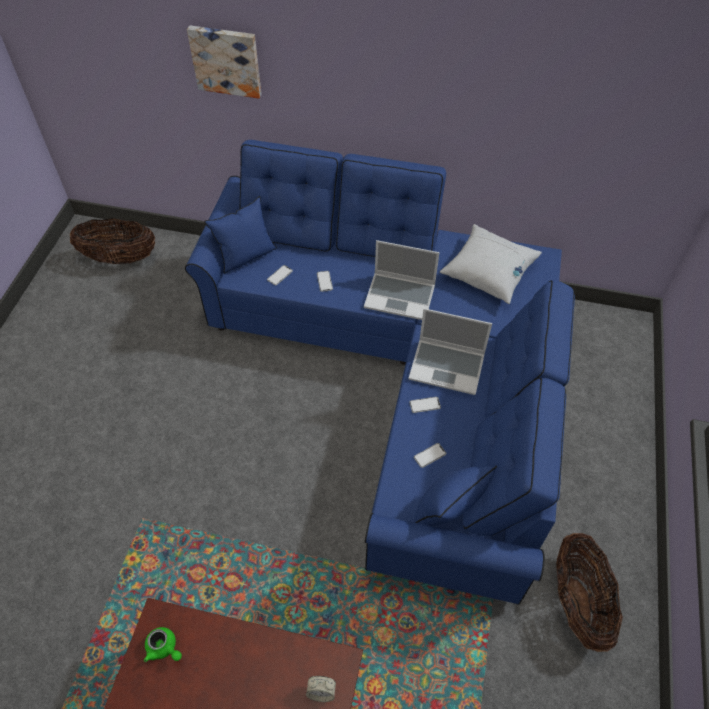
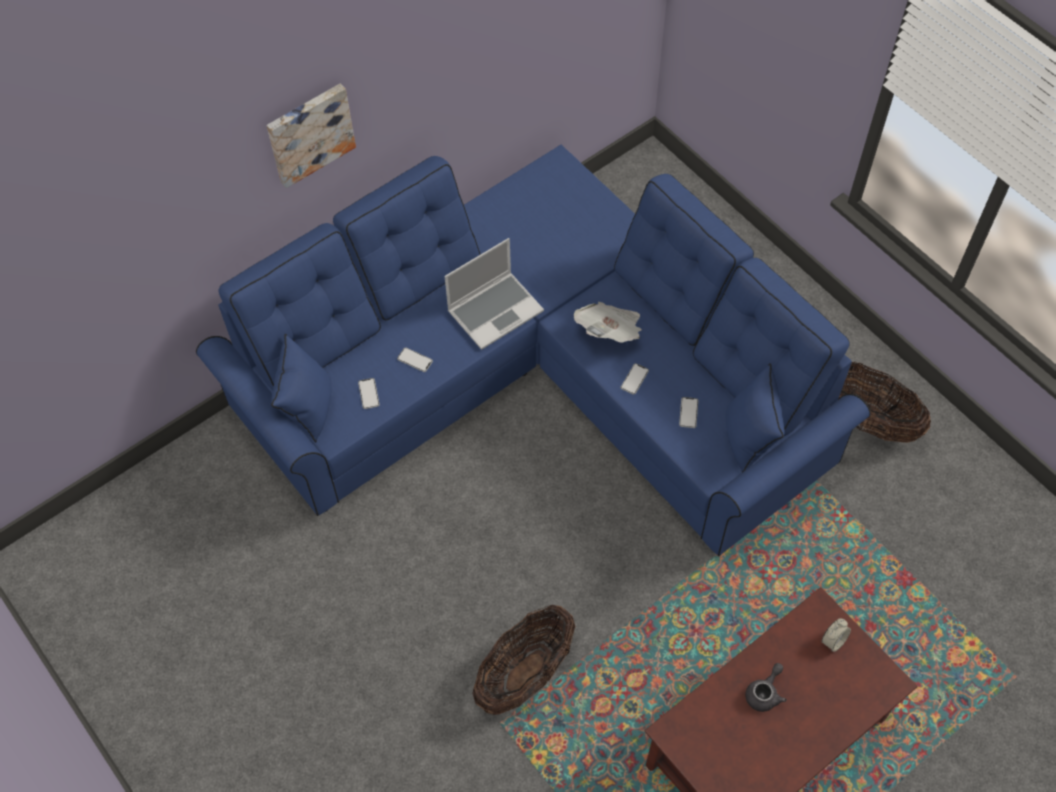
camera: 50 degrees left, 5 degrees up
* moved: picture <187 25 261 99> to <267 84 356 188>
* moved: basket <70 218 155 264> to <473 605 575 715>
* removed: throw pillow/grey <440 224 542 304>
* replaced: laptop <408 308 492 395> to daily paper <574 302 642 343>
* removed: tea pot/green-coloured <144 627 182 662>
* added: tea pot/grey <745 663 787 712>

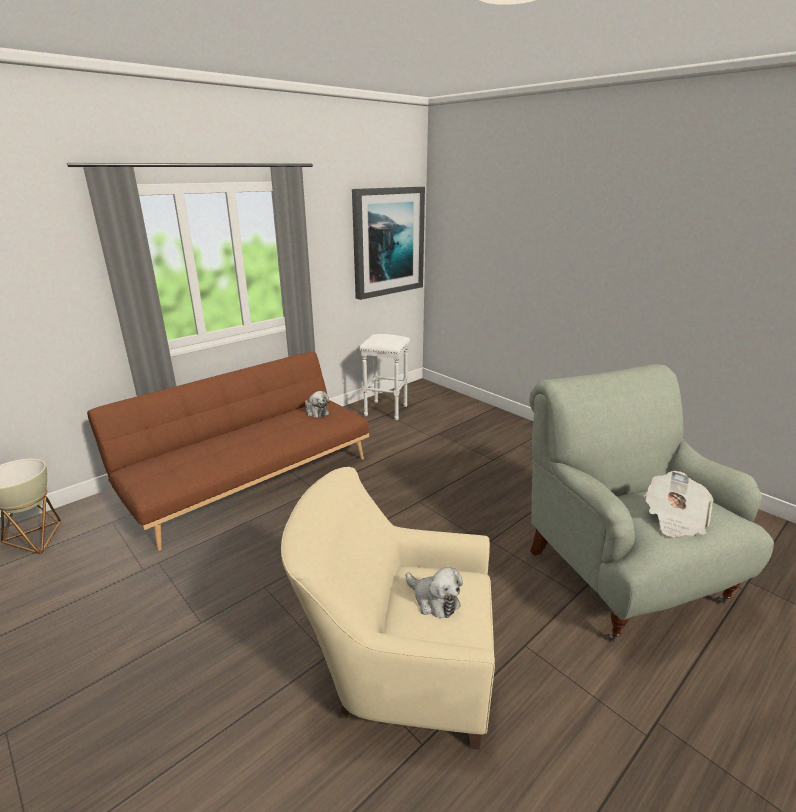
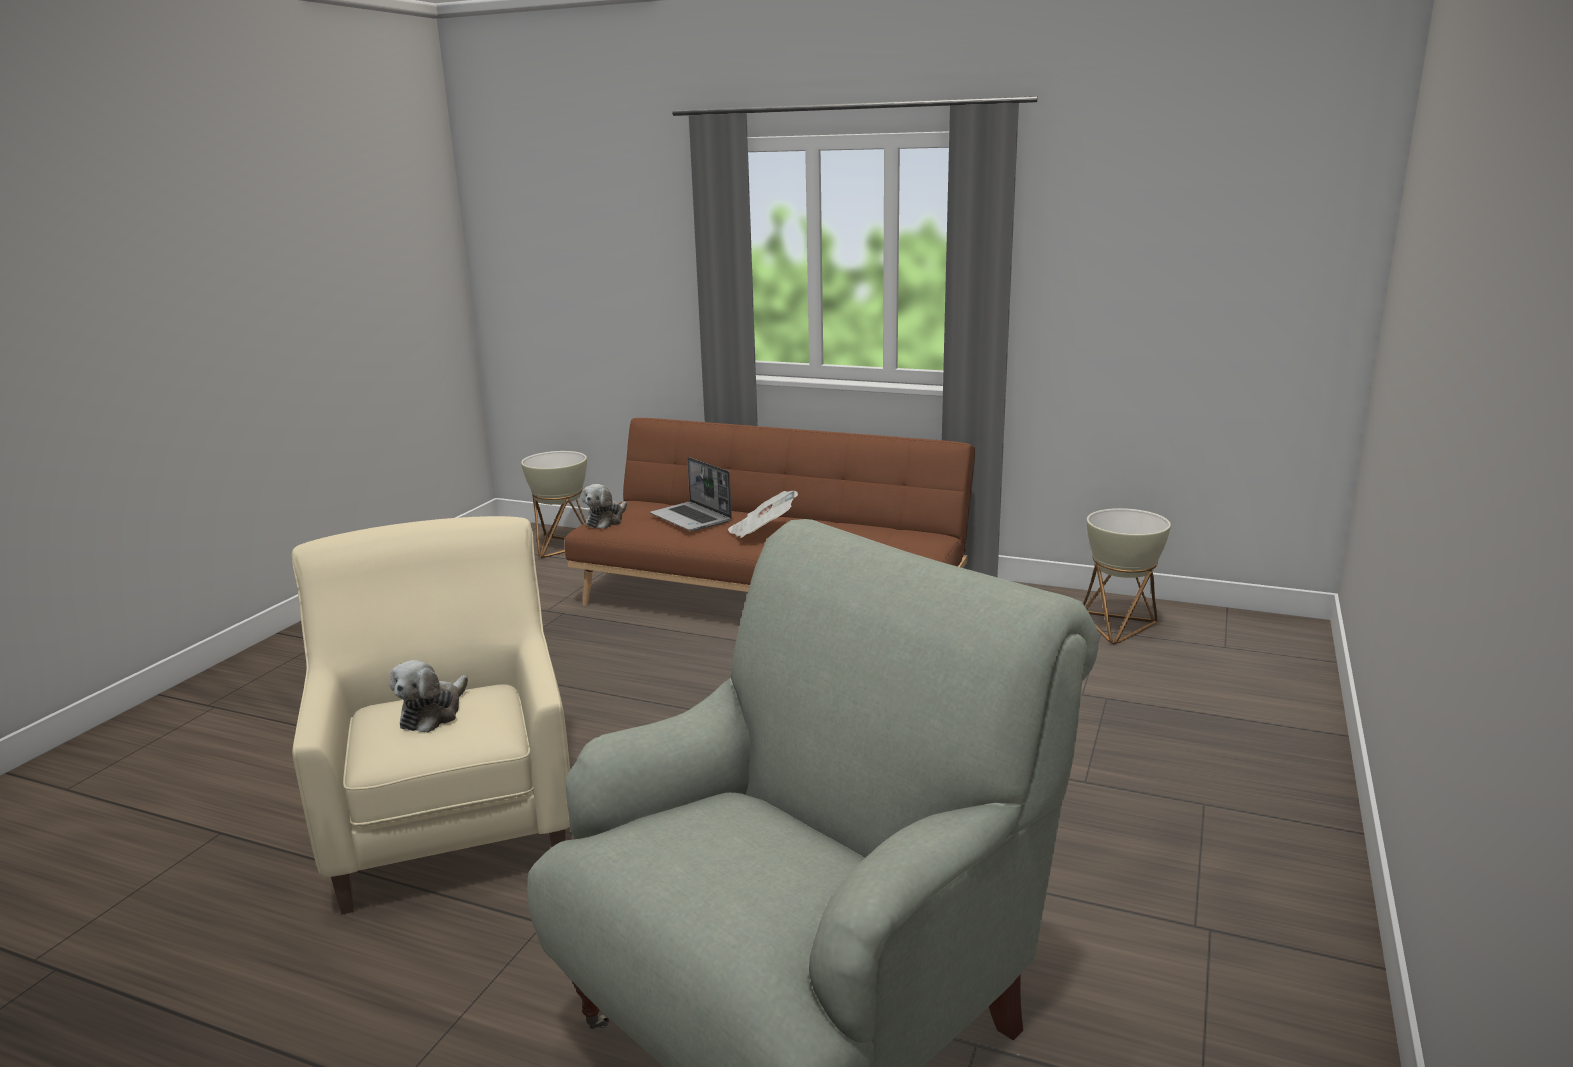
camera: 65 degrees right, 5 degrees down
* removed: picture <352 187 425 300>
* replaced: sitting stool/white <360 334 410 420> to flower pot <1083 508 1171 644>
* moved: cuddly toy <305 391 330 418> to <582 484 627 529>
* moved: daily paper <644 471 714 537> to <728 491 798 538>
* added: laptop <650 457 732 531>

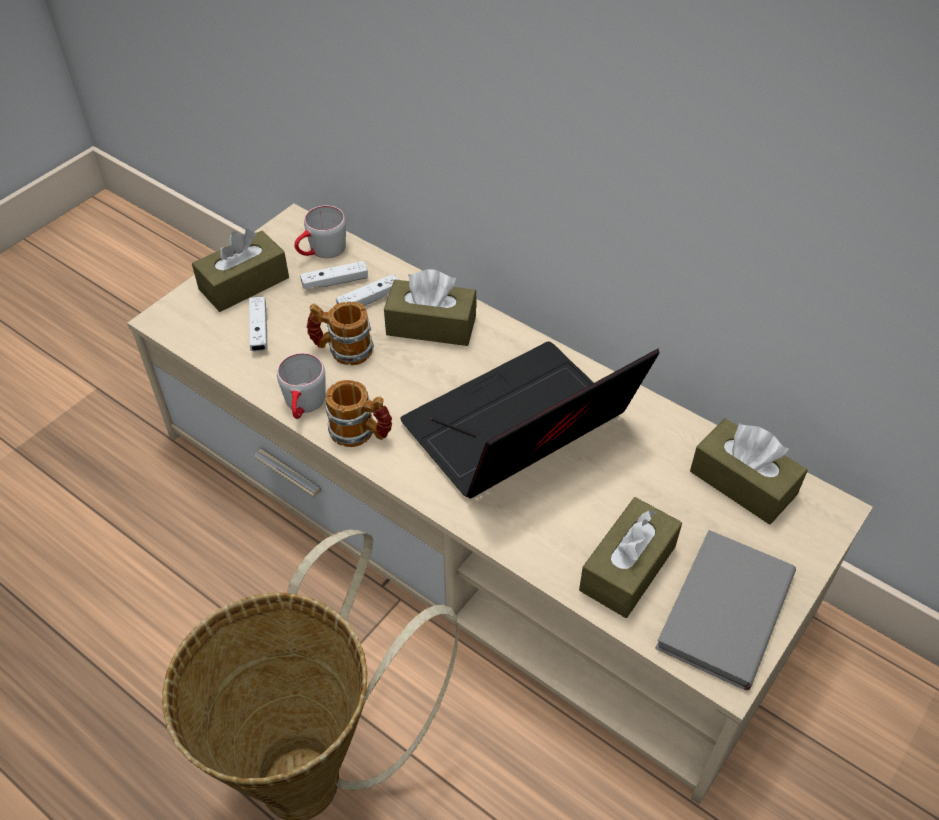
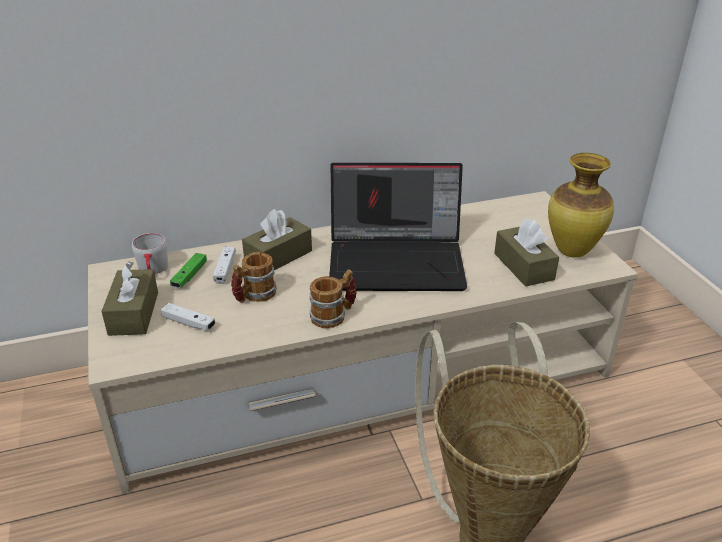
camera: 55 degrees left, 15 degrees down
* recoloured: gamepad/white <300 261 368 289> to gamepad/green-coloured <170 253 207 288>
* turned: laptop <400 342 659 499> = <329 163 467 291> 90 degrees counterclockwise
* removed: mug/grey <277 353 326 419>
* removed: box of tissues/brown-coloured <690 419 808 524>
* replaced: book/grey <655 530 796 690> to decorative vase <548 153 614 258>

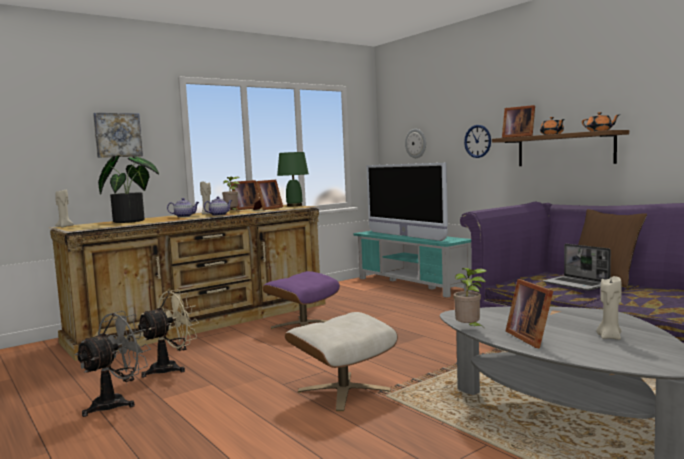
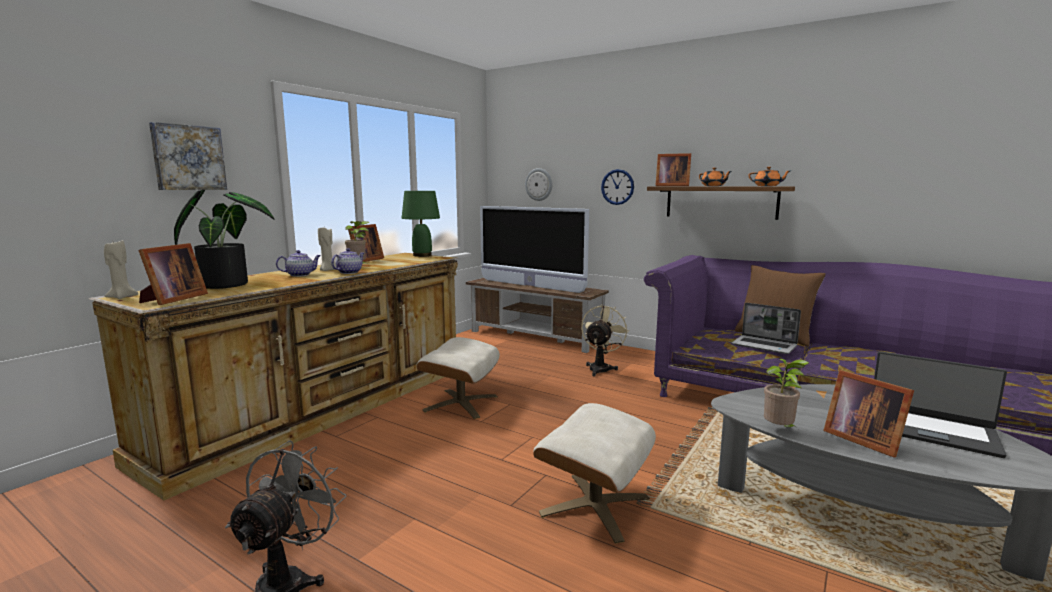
camera: 20 degrees left, 5 degrees up
* moved: photo frame <253 180 283 210> to <138 243 208 305>
* recoloured: tv stand/blue-green <353 231 472 298> to tv stand/brown-coloured <466 278 609 353>
* recoloured: footrest/purple <263 271 340 329> to footrest/sand-coloured <417 337 500 419>
* replaced: candle/sand-coloured <596 276 622 340> to laptop <874 351 1007 458>
* moved: electric fan/sand-coloured <137 289 199 378> to <581 305 629 376>

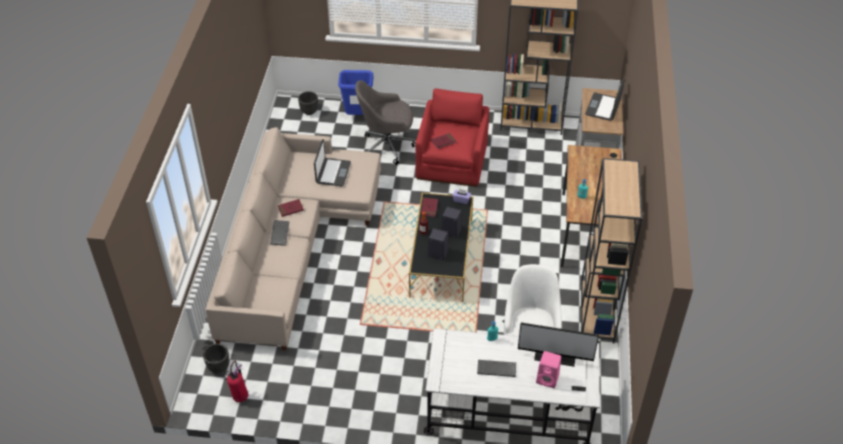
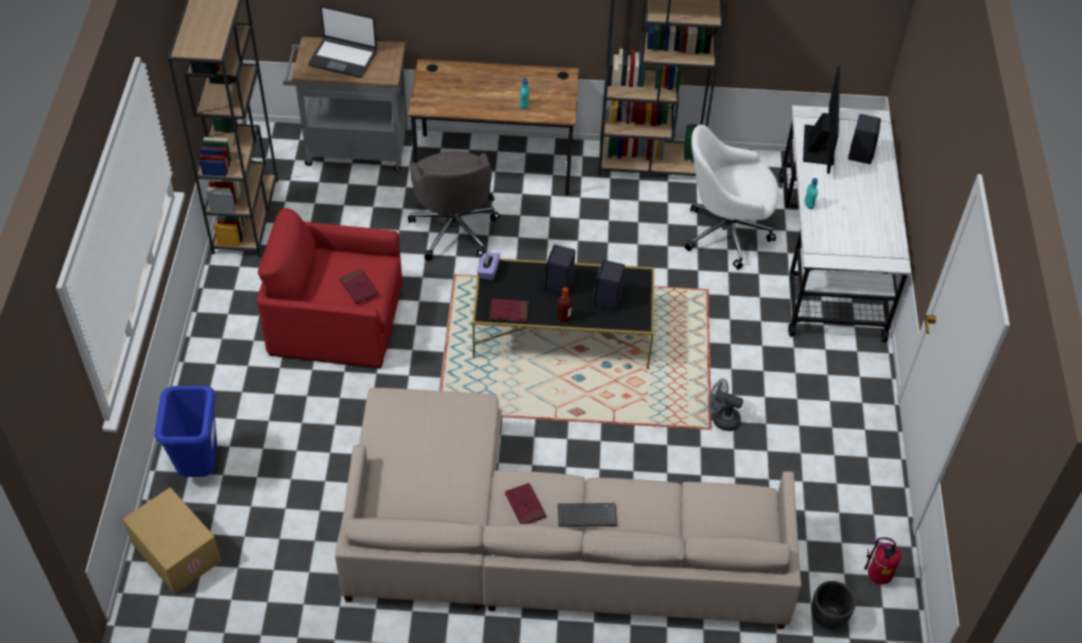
camera: 95 degrees left, 5 degrees up
* moved: office chair/grey <355 80 416 165> to <408 152 500 260>
* replaced: flower pot/black <298 91 318 115> to packing box <123 487 221 594>
* removed: laptop <314 139 351 186>
* recoloured: loudspeaker/pinkish <536 351 561 388> to loudspeaker/black <848 114 881 164>
* removed: PC keyboard <477 360 516 377>
* added: electric fan/grey <708 379 743 431>

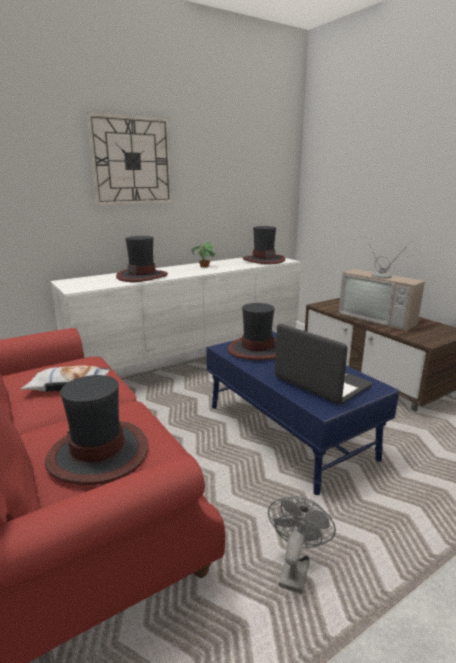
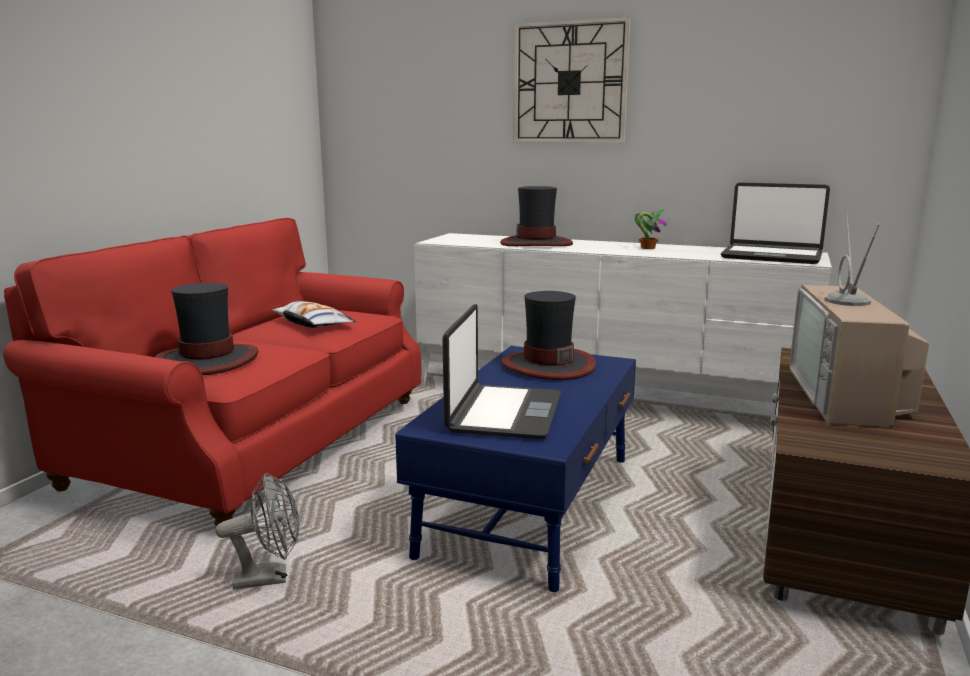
camera: 55 degrees right, 5 degrees down
* replaced: hat <243 226 285 264> to laptop <721 182 830 264>

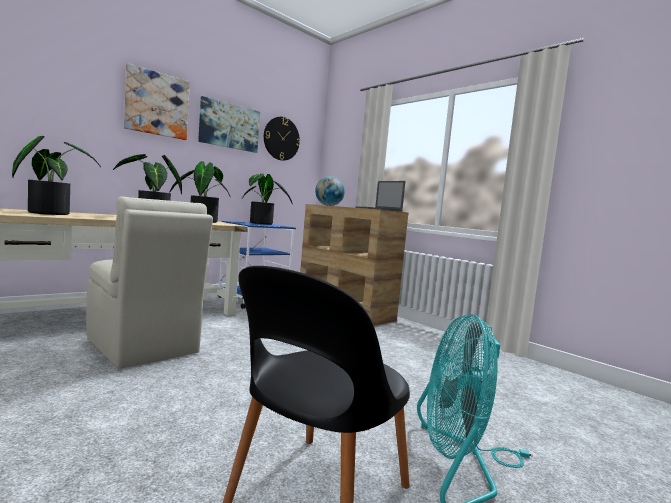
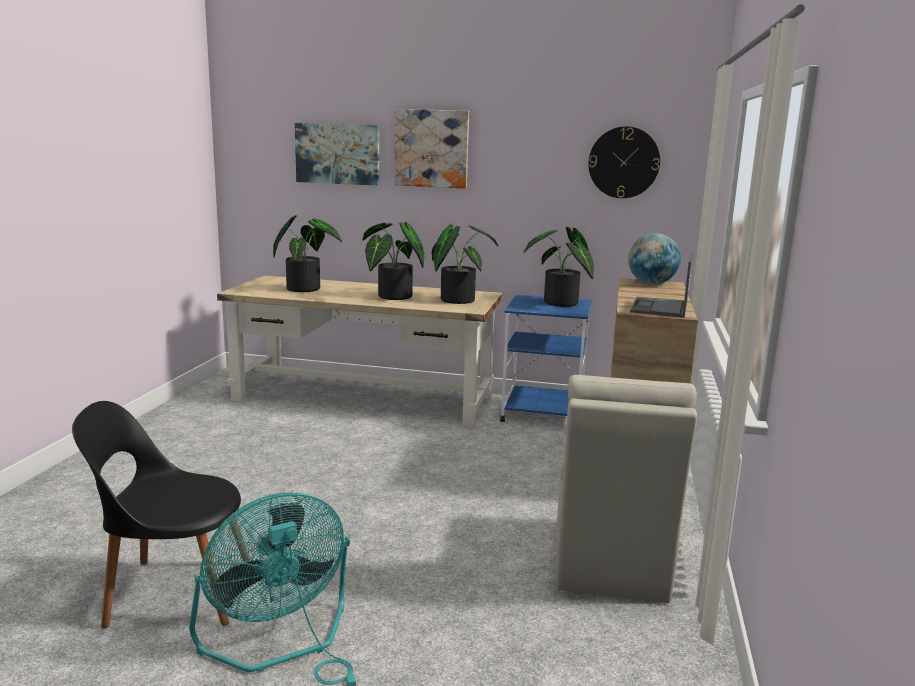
camera: 55 degrees right, 10 degrees up
* moved: picture <198 96 260 153> to <295 123 379 186>
* moved: chair/sand-coloured <86 196 213 369> to <556 375 697 603>

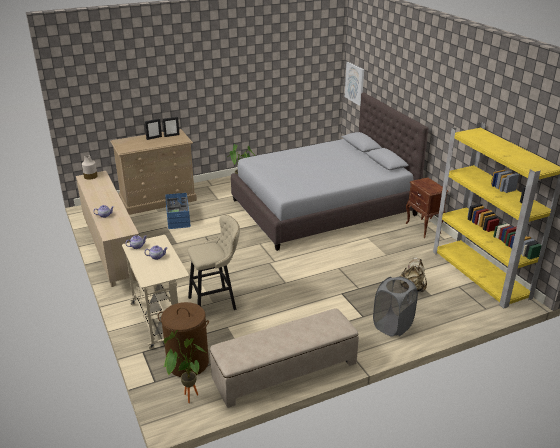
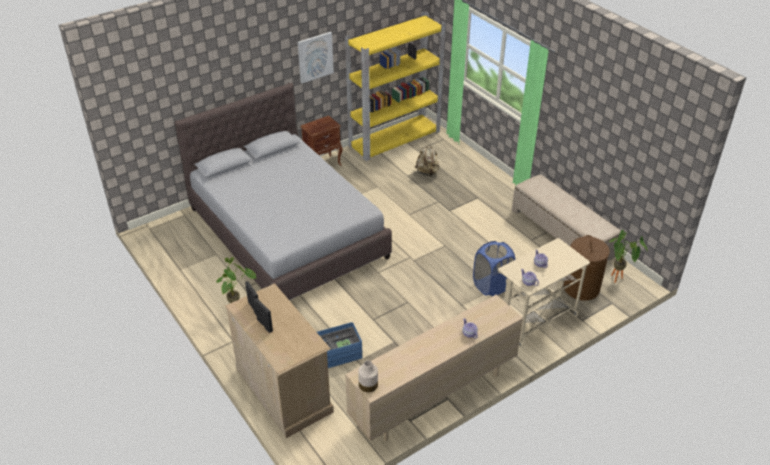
camera: 100 degrees left, 10 degrees up
* moved: picture <345 62 364 106> to <298 32 334 83>
* replaced: sitting stool/sand-coloured <188 215 240 310> to hamper/bluish <473 241 516 296>
* removed: hamper/grey <373 276 418 337>

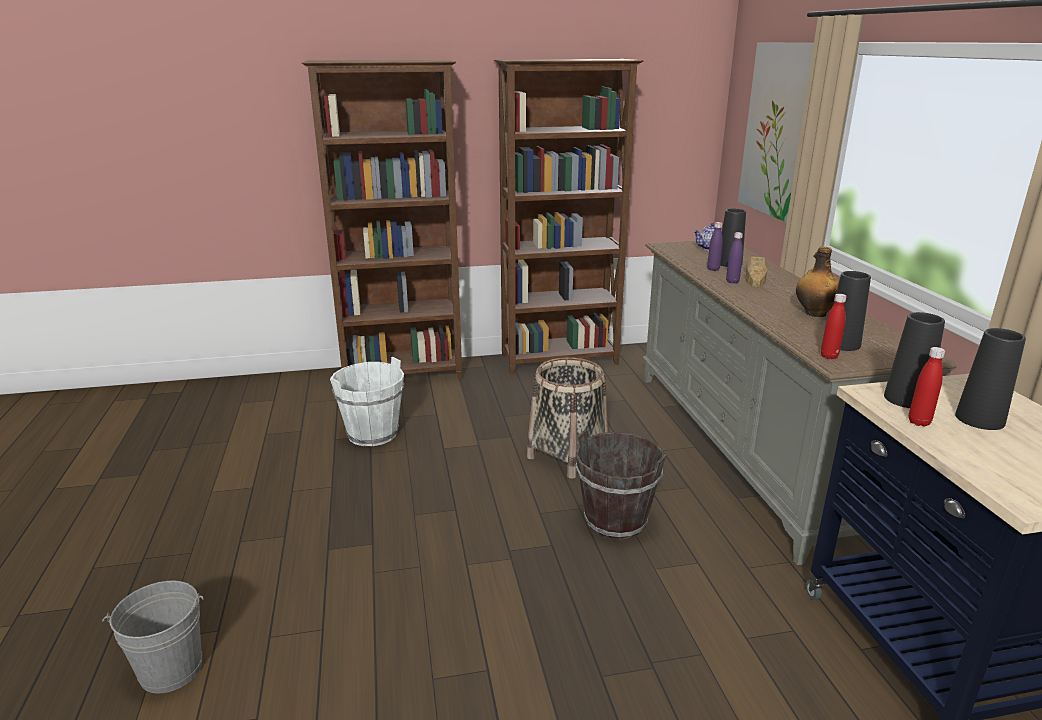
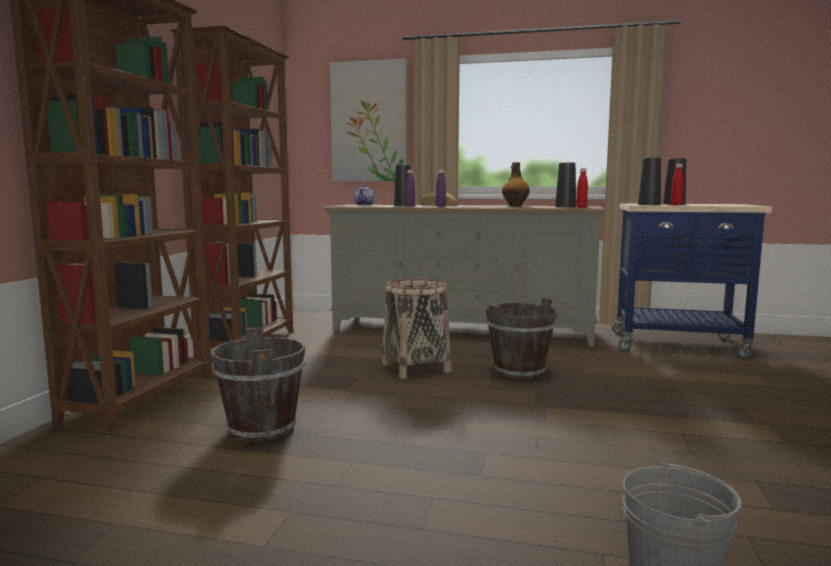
camera: 65 degrees left, 15 degrees down
* recoloured: bucket/white <330 357 404 446> to bucket/brown-coloured <211 328 305 441>

